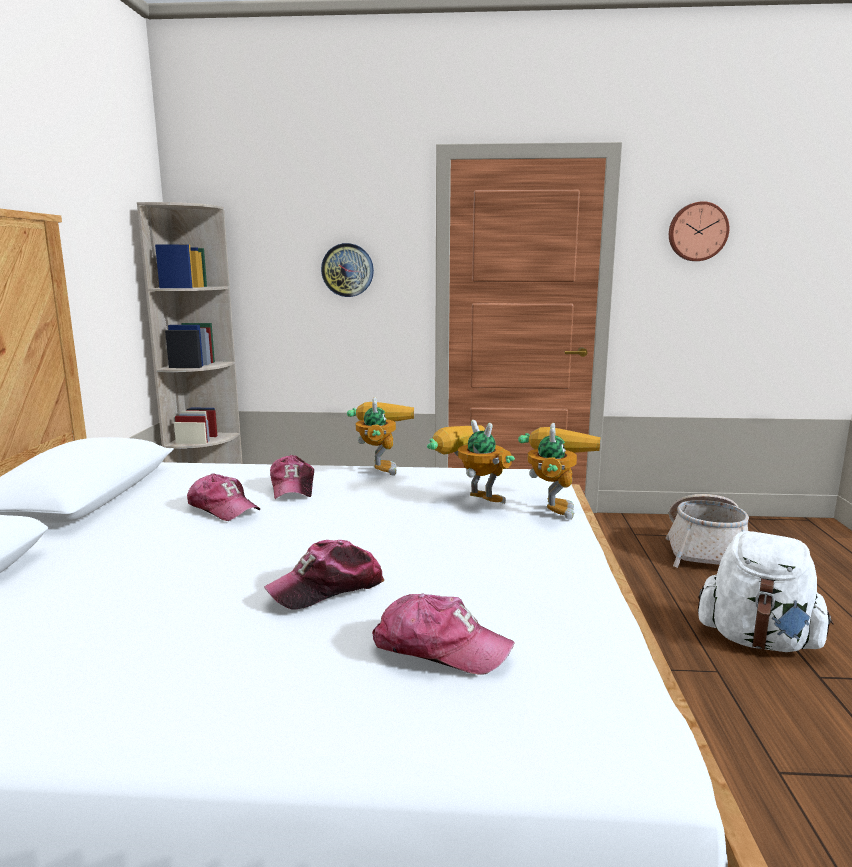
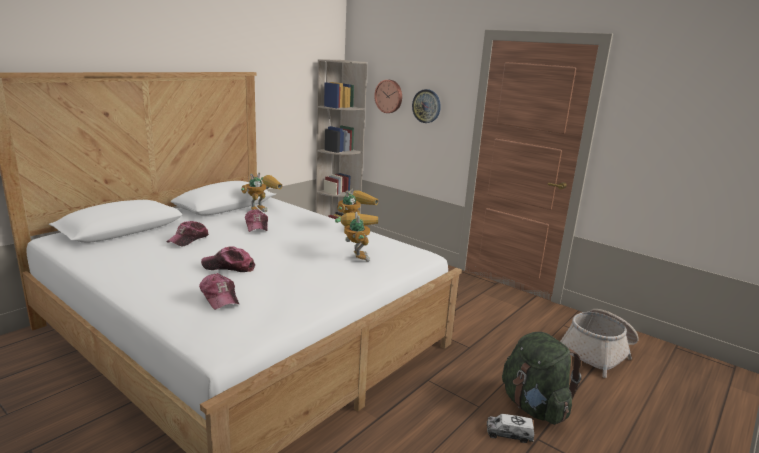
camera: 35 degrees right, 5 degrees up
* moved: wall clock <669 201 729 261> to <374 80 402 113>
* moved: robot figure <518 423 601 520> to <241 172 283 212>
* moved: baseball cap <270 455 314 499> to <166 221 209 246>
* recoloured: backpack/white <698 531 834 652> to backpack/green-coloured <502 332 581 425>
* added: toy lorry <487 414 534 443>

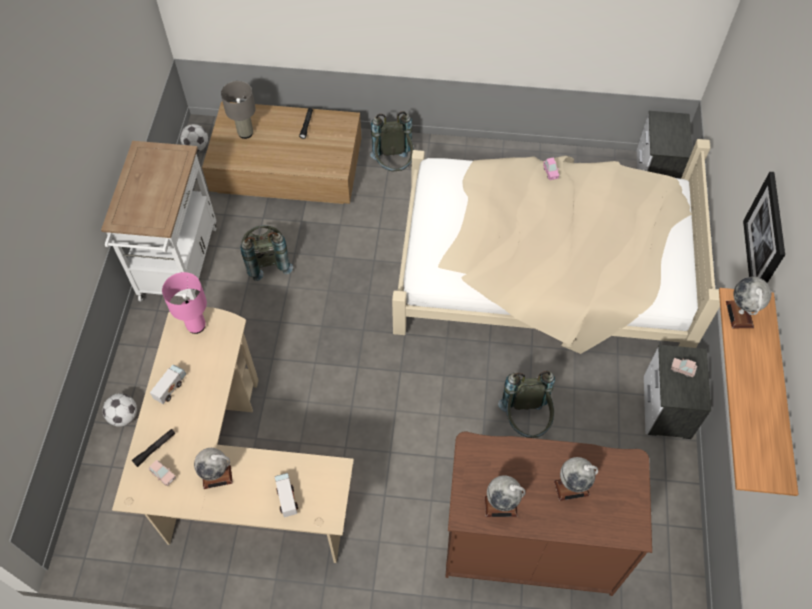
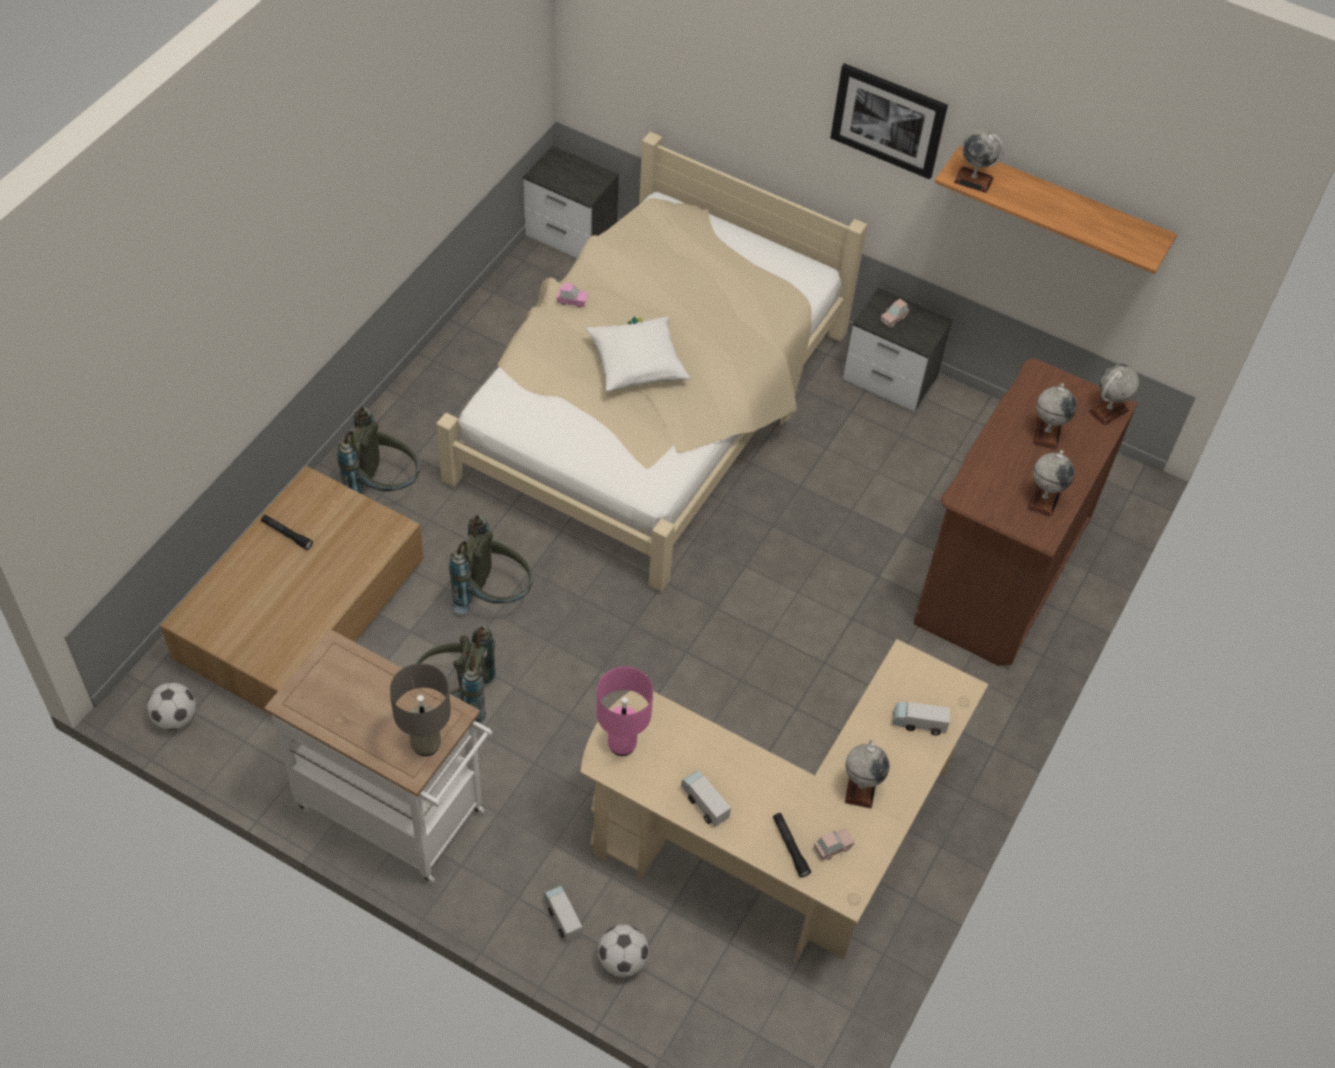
camera: 70 degrees left, 5 degrees down
* moved: table lamp/grey <221 81 256 139> to <390 663 451 756>
* moved: backpack/grey <498 371 555 438> to <449 515 533 614>
* added: throw pillow/white <586 316 690 392>
* added: world globe <1088 364 1139 426>
* added: toy lorry <544 886 582 942>

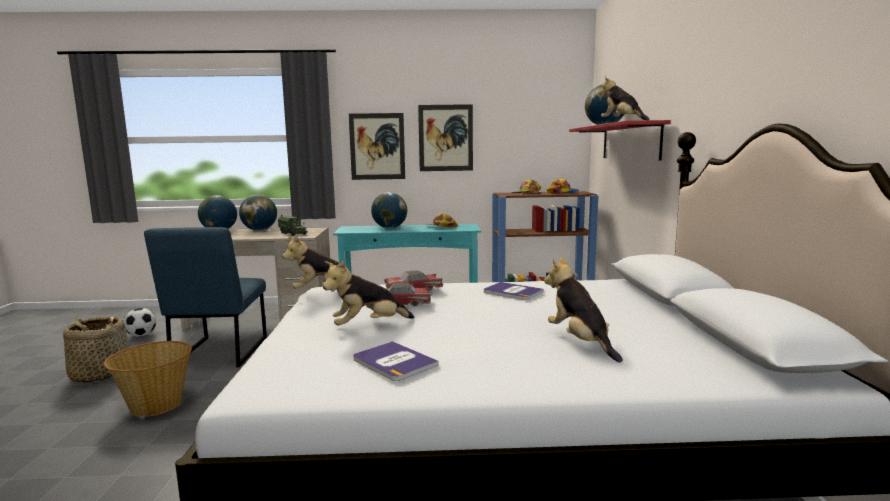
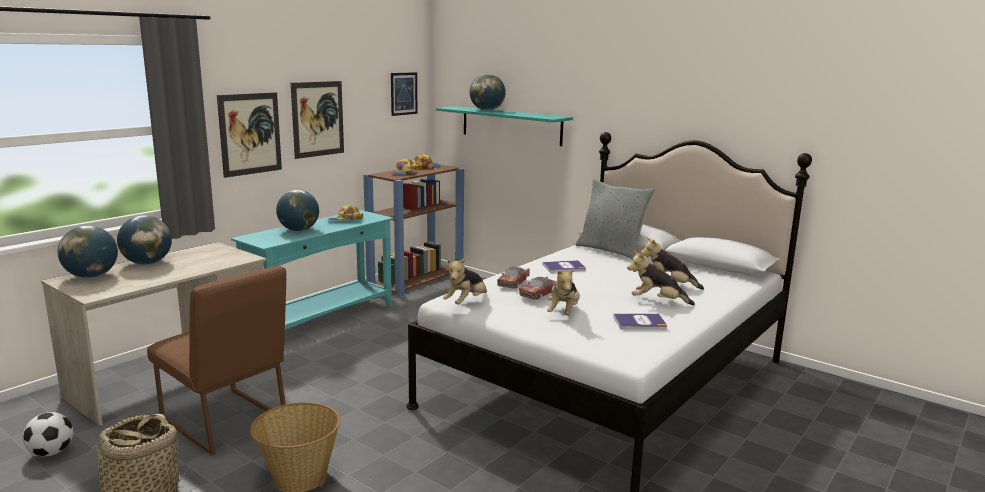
camera: 50 degrees left, 5 degrees up
* moved: cuddly toy <598 76 649 120> to <627 251 695 305>
* recoloured: shelf/red <569 120 671 161> to shelf/blue-green <436 106 573 146>
* removed: toy lorry <278 214 308 236>
* recoloured: chair/bluish <144 227 267 367> to chair/brown-coloured <147 266 286 456>
* added: picture <391 72 417 116>
* added: throw pillow/grey <575 178 655 260>

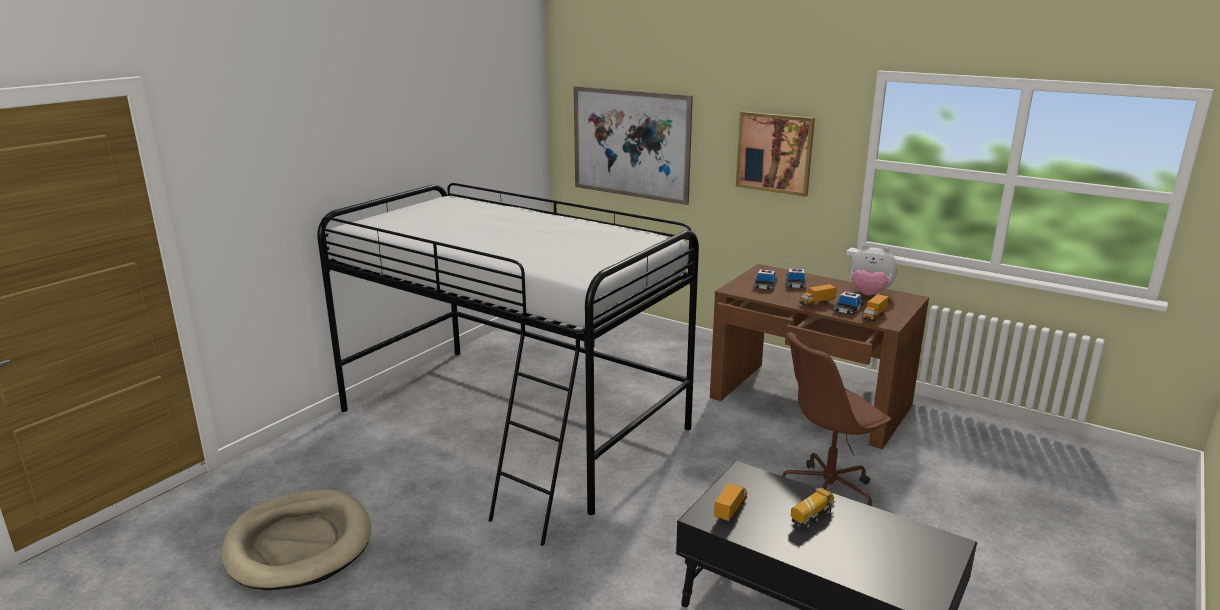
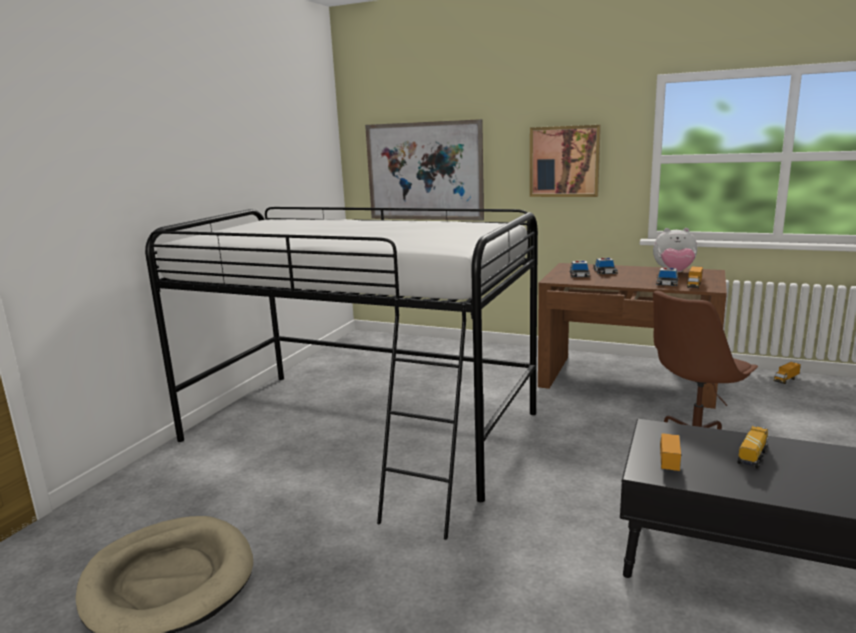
camera: 10 degrees left, 5 degrees down
* moved: toy lorry <799 284 837 307> to <774 362 801 384>

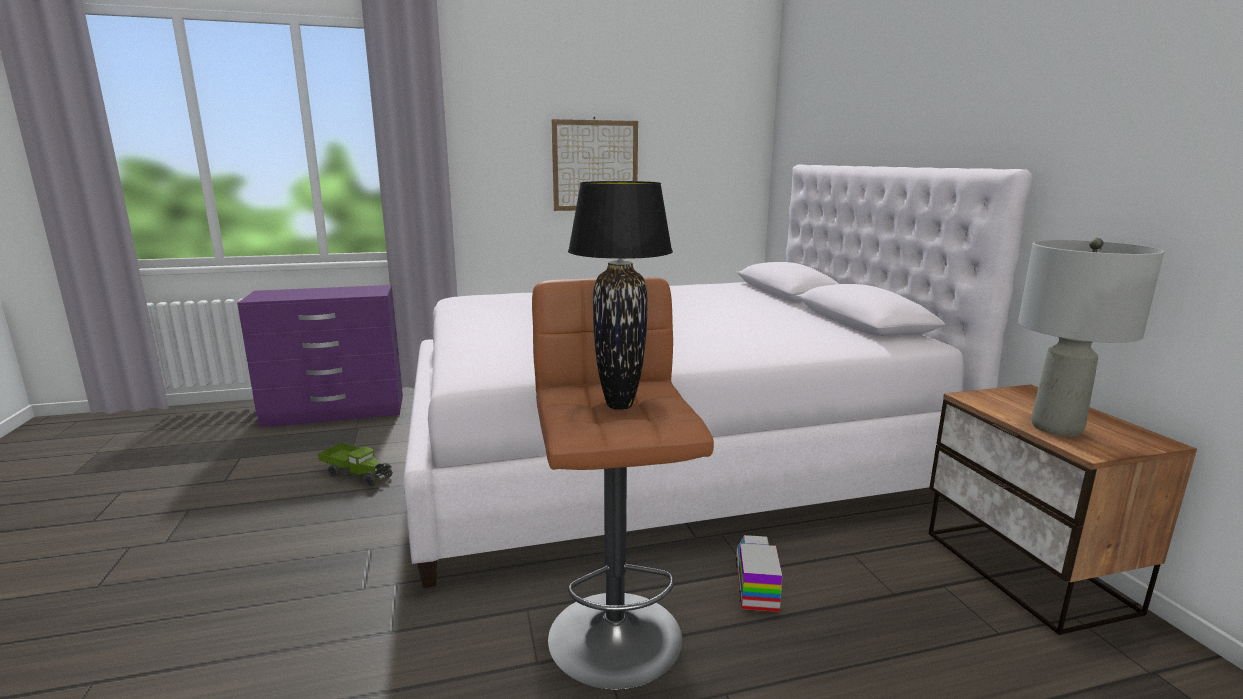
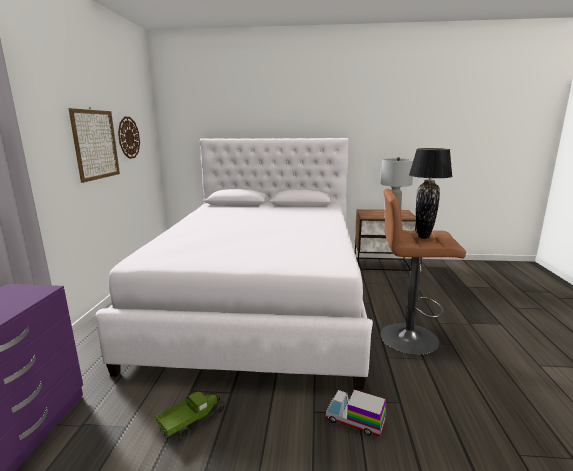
camera: 70 degrees left, 0 degrees up
* moved: toy lorry <736 535 782 612> to <325 390 386 437>
* added: wall clock <118 117 140 159>

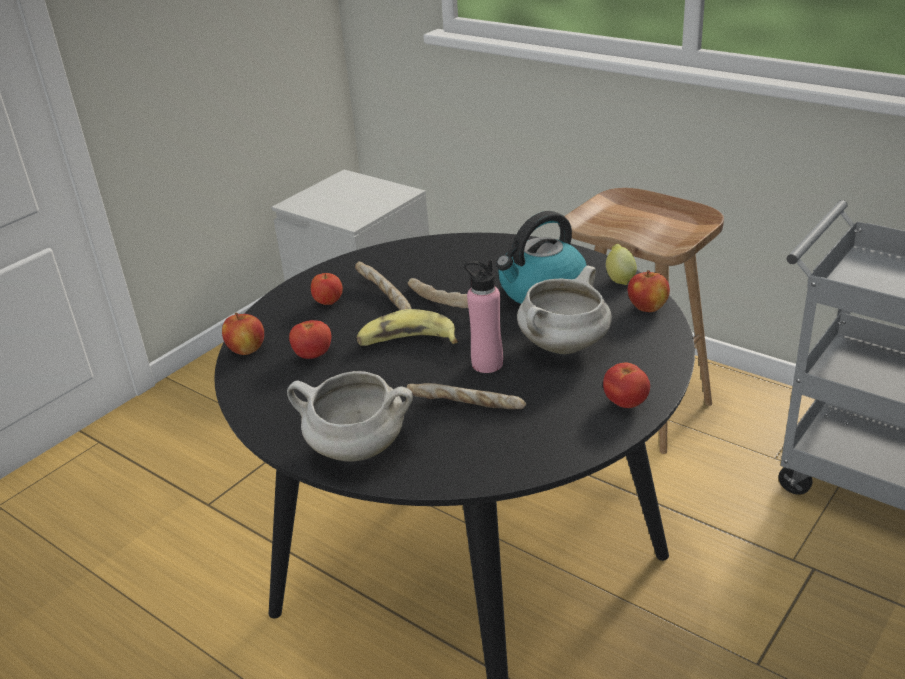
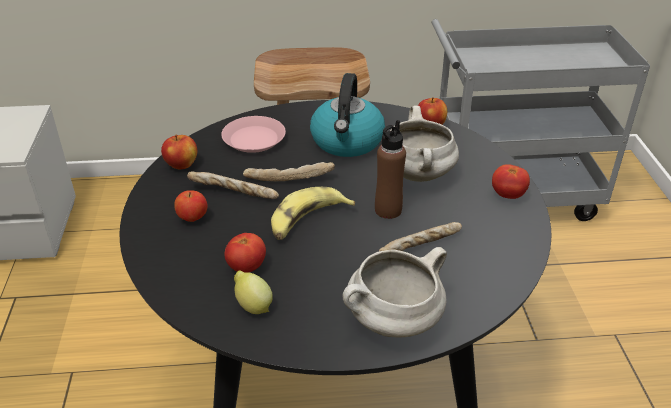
camera: 45 degrees left, 5 degrees up
* moved: whole lemon <606 244 637 285> to <234 270 273 314>
* recoloured: drink bottle/pinkish <464 259 503 373> to drink bottle/brown-coloured <375 120 406 219>
* moved: whole apple <222 313 264 355> to <161 135 197 169>
* added: dinner plate/pinkish <221 116 286 153>

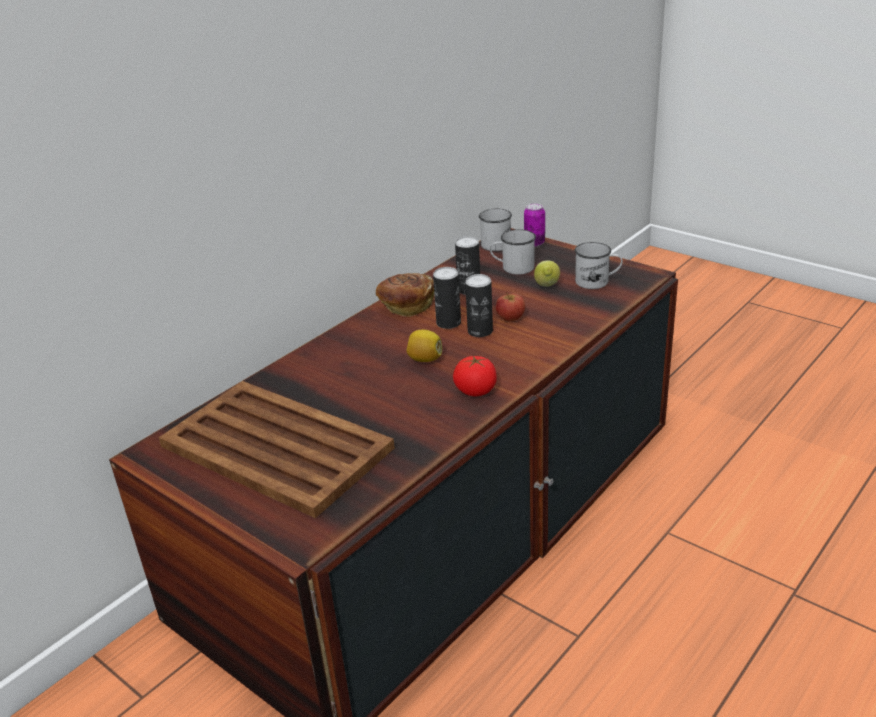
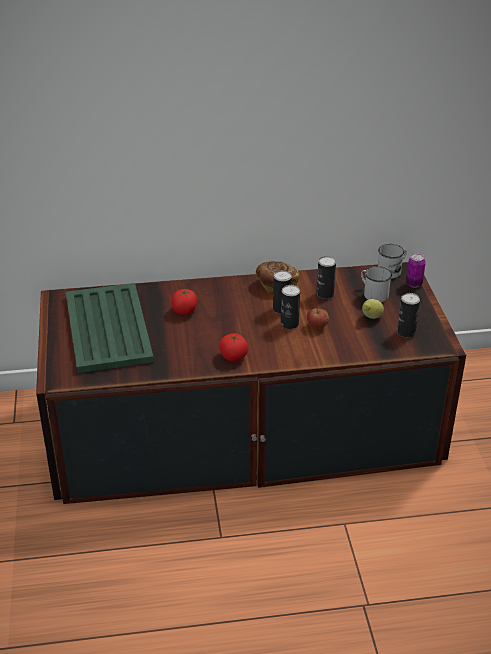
camera: 40 degrees right, 5 degrees up
* replaced: mug/white <575 242 623 289> to sealed can <397 293 420 338>
* removed: whole lemon <407 330 442 362>
* recoloured: tray/brown-coloured <158 381 395 518> to tray/green-coloured <66 283 154 373>
* added: fresh tomato <171 289 197 315>

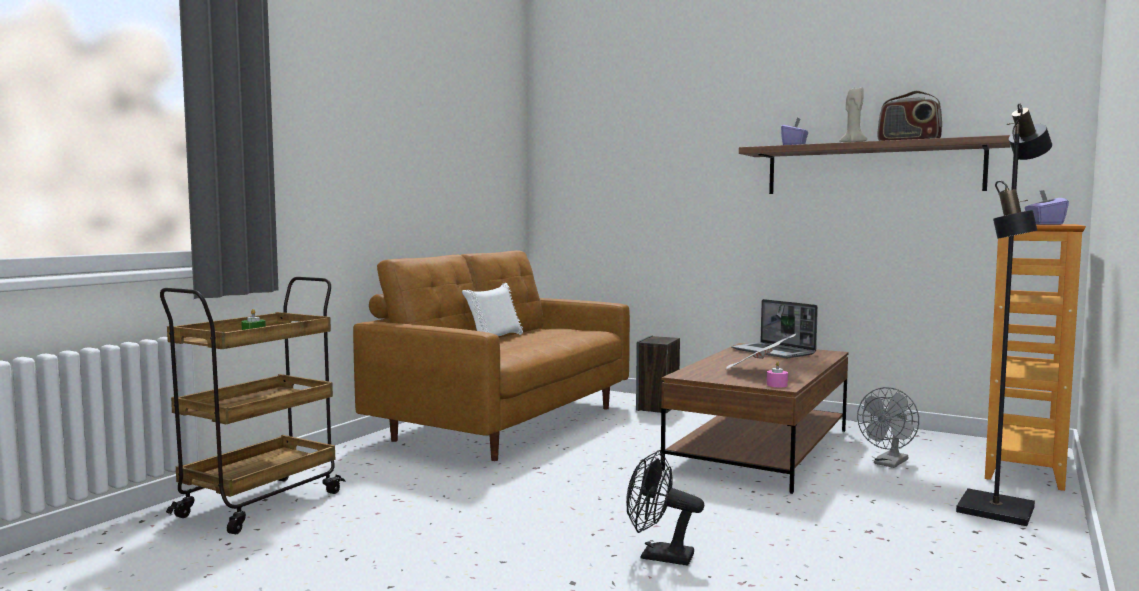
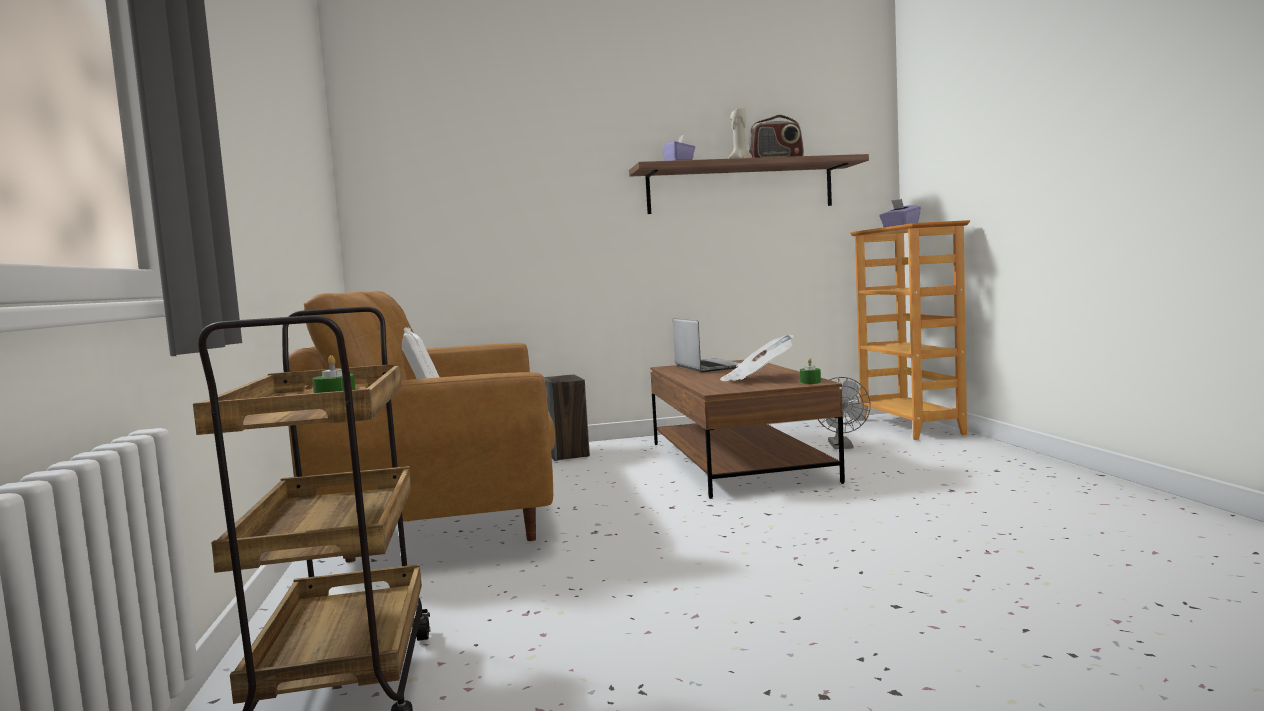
camera: 40 degrees left, 0 degrees up
* removed: standard lamp/black <956 103 1052 526>
* turned: laptop <731 299 818 358> = <673 318 740 372> 120 degrees counterclockwise
* recoloured: candle/pinkish <767 361 788 387> to candle/green-coloured <800 358 821 384>
* removed: electric fan/black <626 450 704 565>

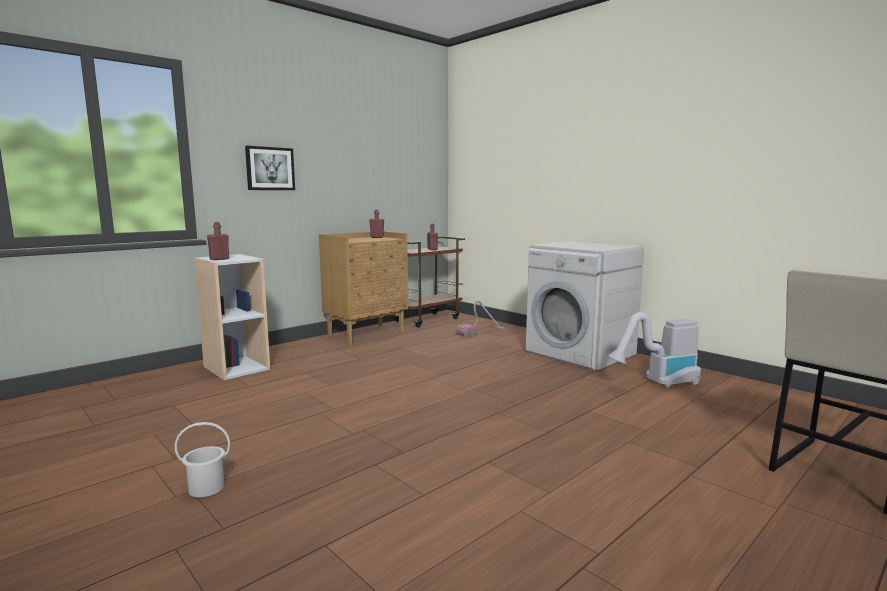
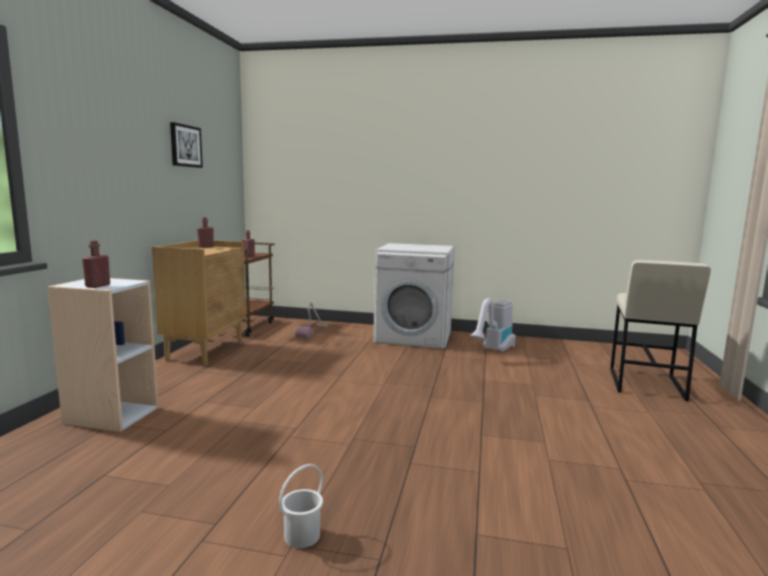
camera: 35 degrees left, 0 degrees up
* moved: picture <245 146 295 190> to <170 122 203 168>

